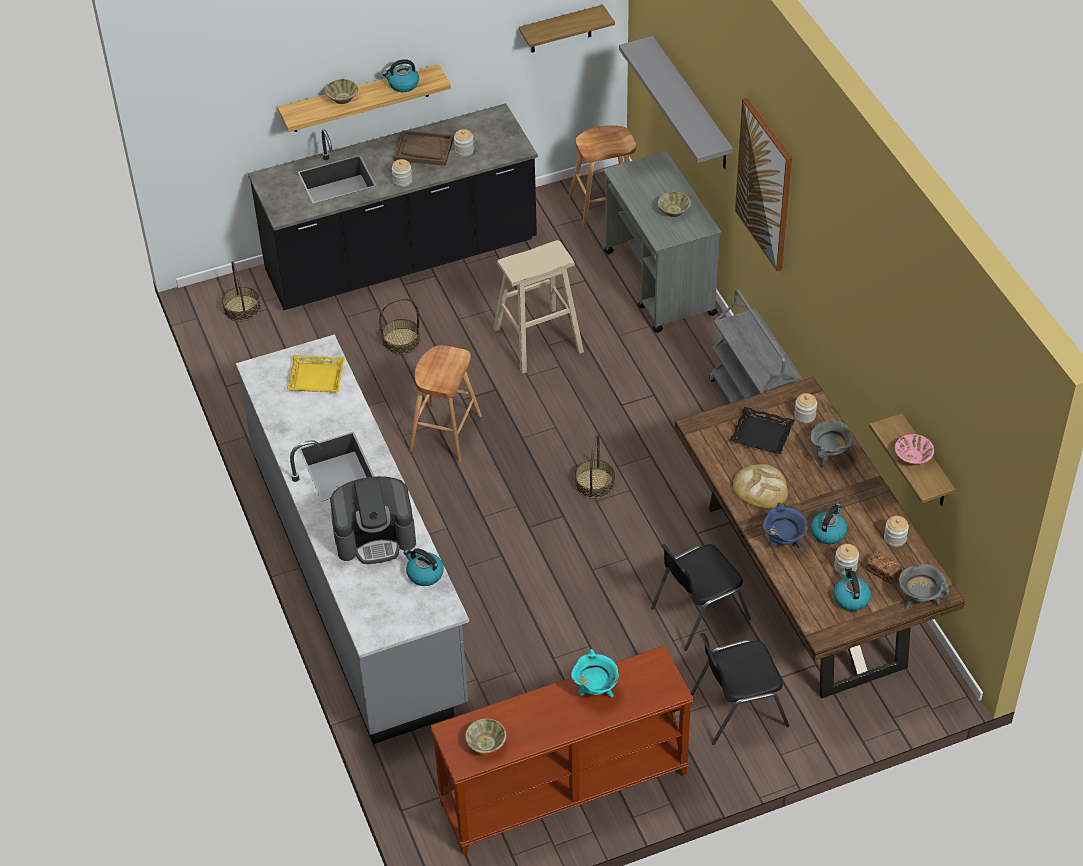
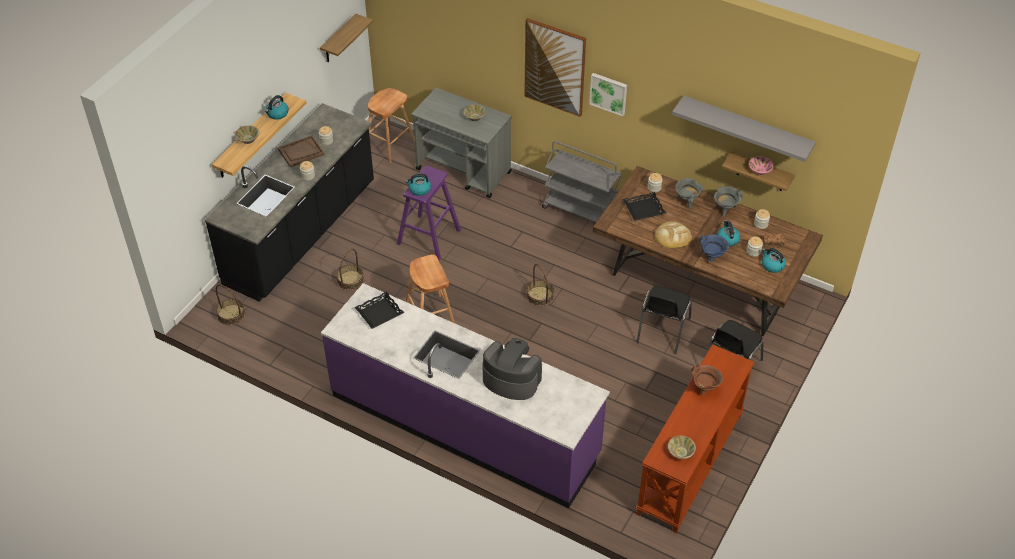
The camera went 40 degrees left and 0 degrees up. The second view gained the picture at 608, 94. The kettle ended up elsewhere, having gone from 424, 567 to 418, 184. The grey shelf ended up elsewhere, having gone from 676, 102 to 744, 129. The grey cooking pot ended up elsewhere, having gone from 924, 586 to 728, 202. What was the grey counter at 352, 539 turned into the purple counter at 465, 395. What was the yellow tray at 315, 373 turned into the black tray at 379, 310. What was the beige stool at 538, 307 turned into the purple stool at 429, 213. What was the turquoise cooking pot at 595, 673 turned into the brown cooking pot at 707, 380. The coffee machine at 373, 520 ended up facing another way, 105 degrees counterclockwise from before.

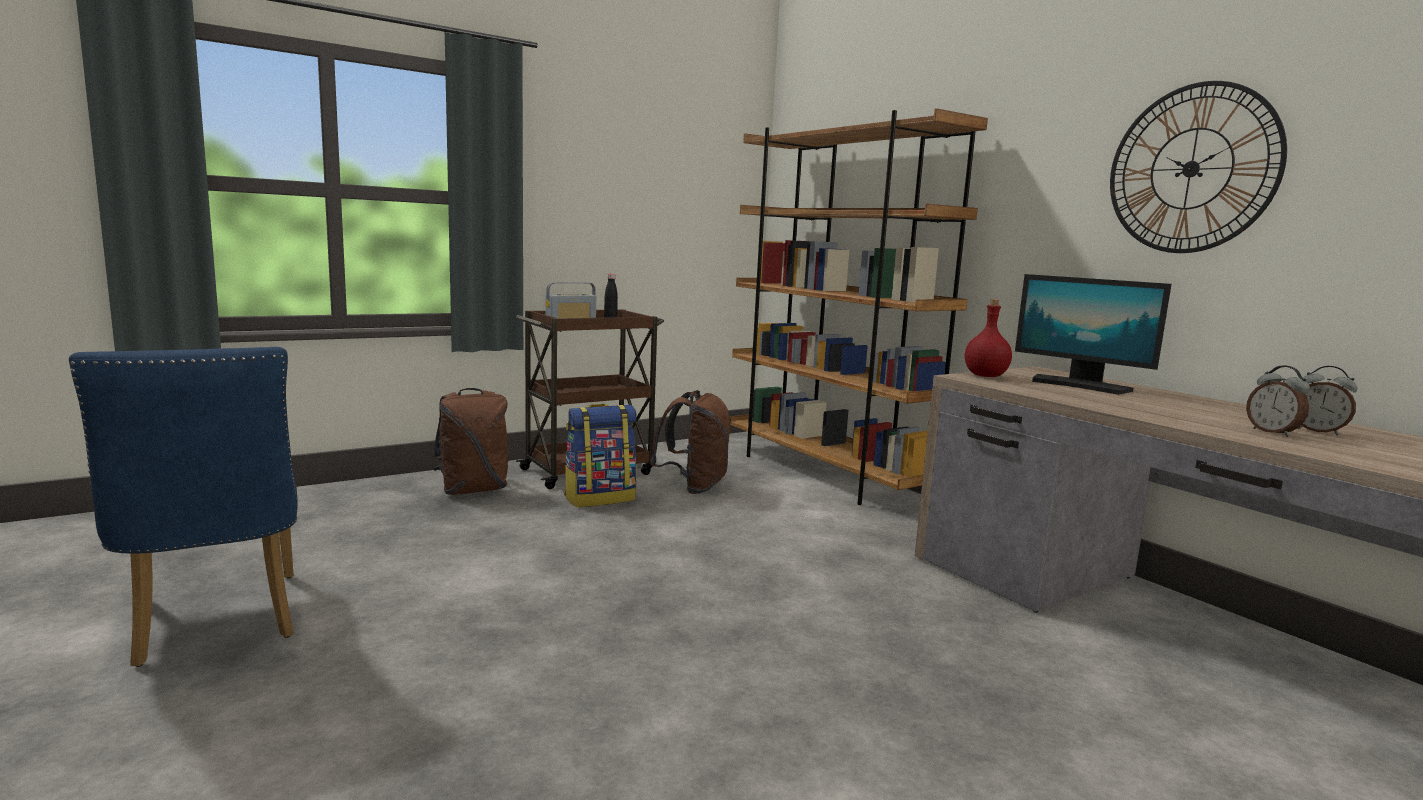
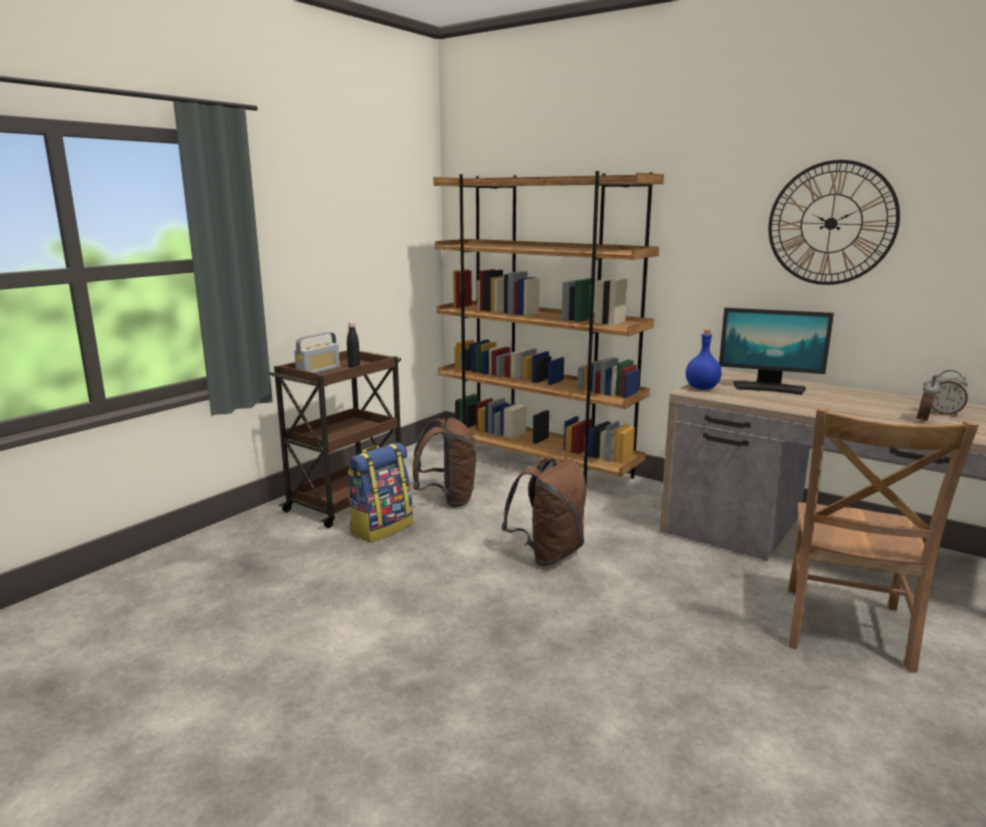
The camera went 20 degrees left and 5 degrees up. The second view lost the blue chair at 183, 507. The second view gained the brown chair at 883, 539. The brown backpack ended up elsewhere, having gone from 471, 441 to 544, 512. What was the red bottle at 988, 338 turned into the blue bottle at 704, 360. The alarm clock at 1278, 401 ended up facing another way, 75 degrees clockwise from before.

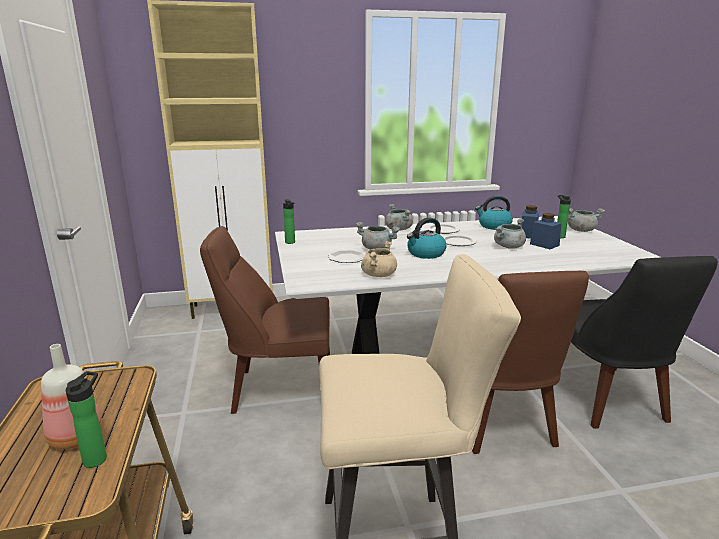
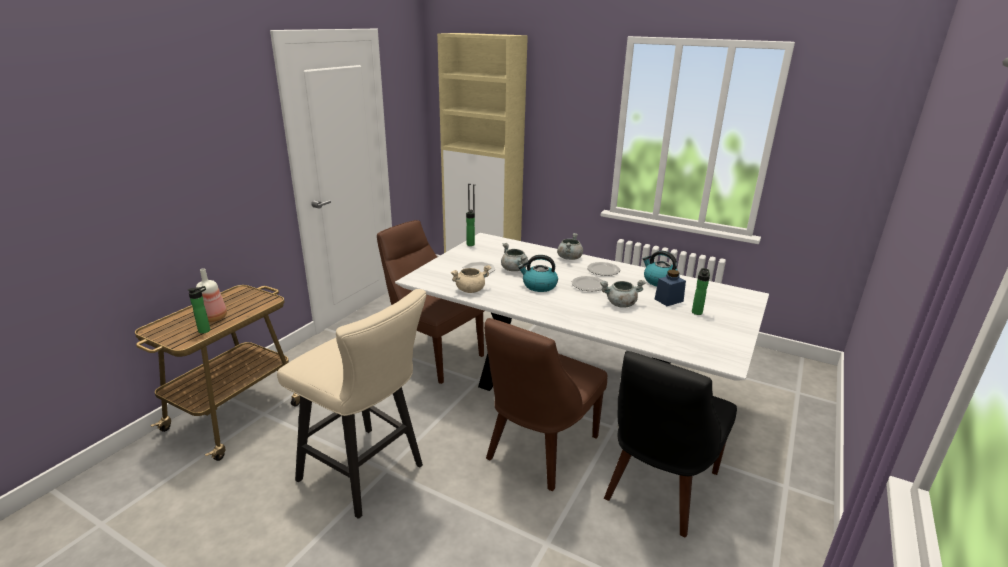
The camera went 40 degrees right and 5 degrees up. The second view lost the blue jar at 546, 231. The second view lost the grey cooking pot at 586, 220.

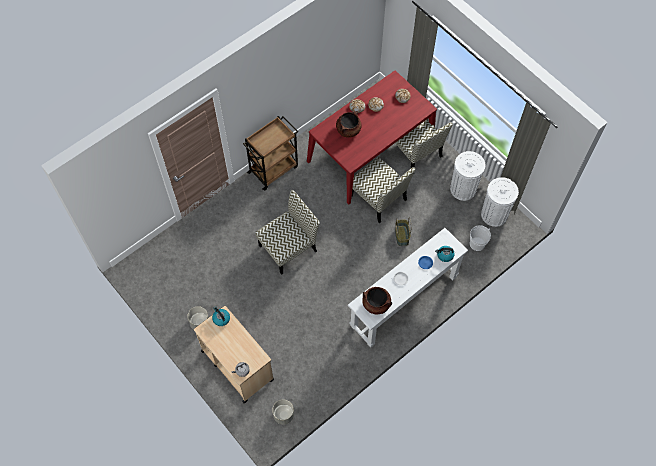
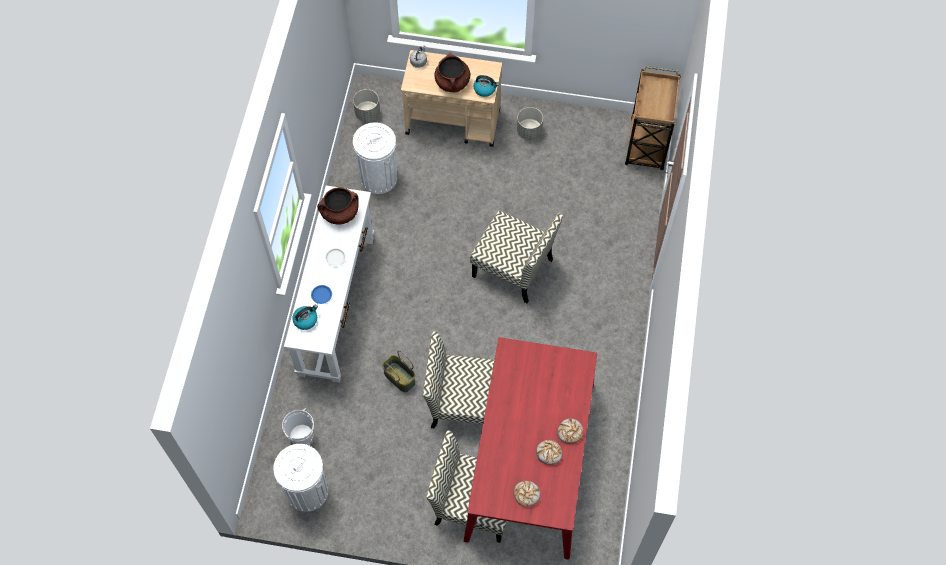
The camera went 140 degrees right and 0 degrees up. The brown cart ended up elsewhere, having gone from 270, 153 to 653, 118. The brown cooking pot ended up elsewhere, having gone from 349, 124 to 452, 72. The white trash can ended up elsewhere, having gone from 468, 176 to 375, 158. The chair at 287, 232 ended up facing another way, 75 degrees counterclockwise from before.

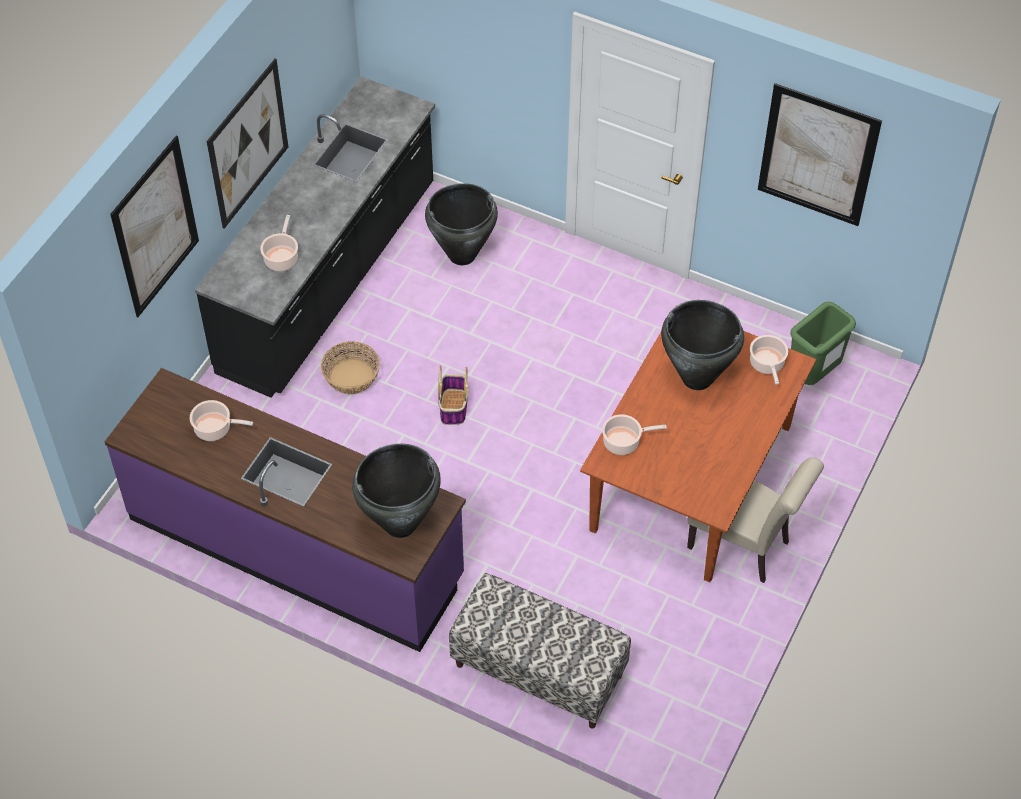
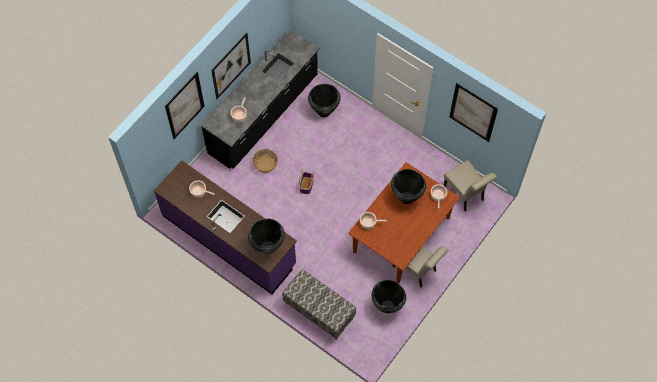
The camera went 10 degrees right and 10 degrees up. The second view gained the black vase at 389, 296. Where the green trash can stood at 823, 343, the beige chair came to stand at 470, 186.

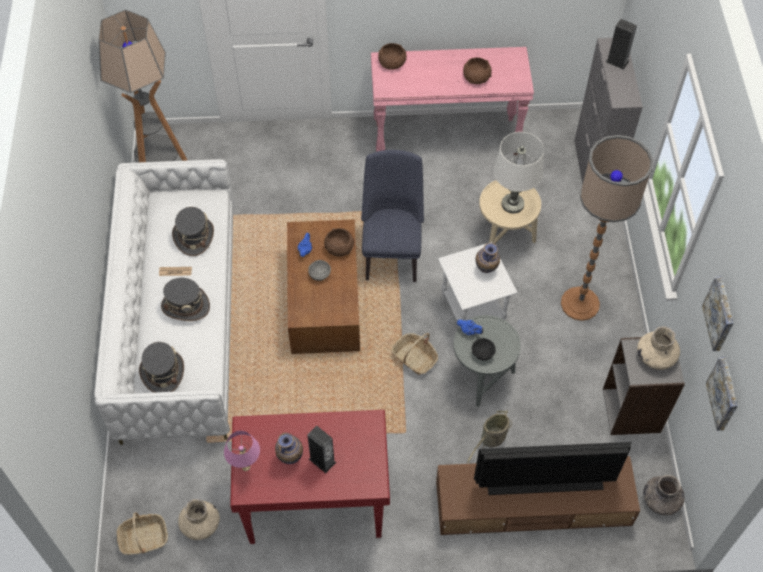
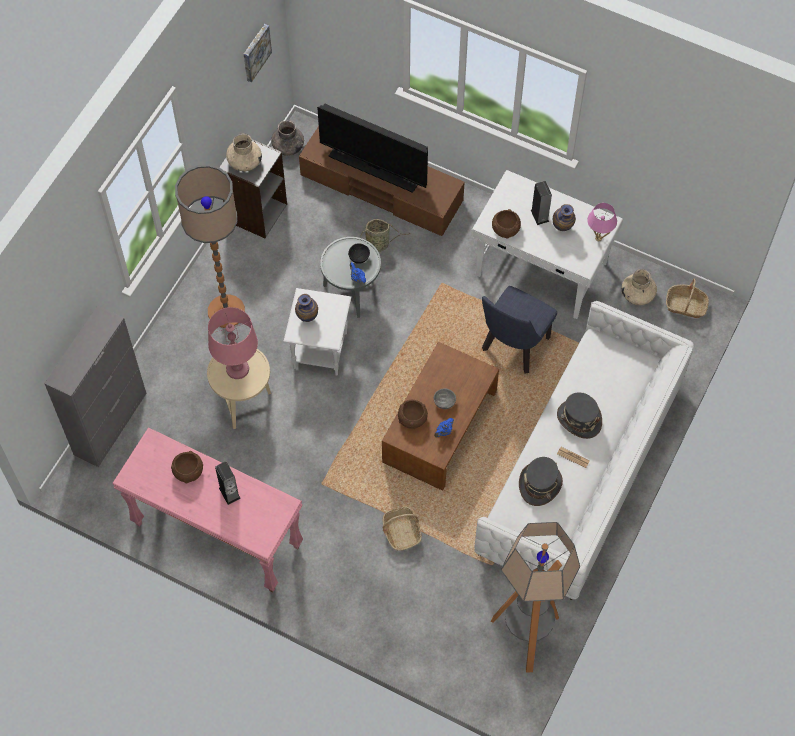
The camera went 150 degrees left and 5 degrees up. The second view lost the grey hat at 161, 367. The second view lost the picture at 718, 314. The blue chair ended up elsewhere, having gone from 392, 216 to 519, 330. The brown bowl ended up elsewhere, having gone from 392, 56 to 506, 224. The basket ended up elsewhere, having gone from 414, 354 to 402, 528. The speaker ended up elsewhere, having gone from 621, 44 to 228, 483. What was the red desk at 310, 477 turned into the white desk at 547, 244. What was the white table lamp at 519, 172 turned into the pink table lamp at 233, 343.

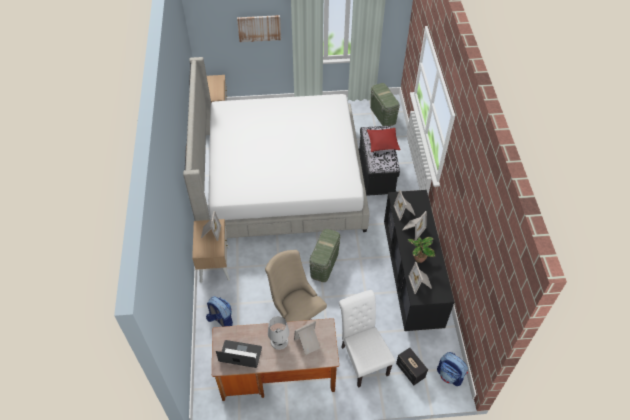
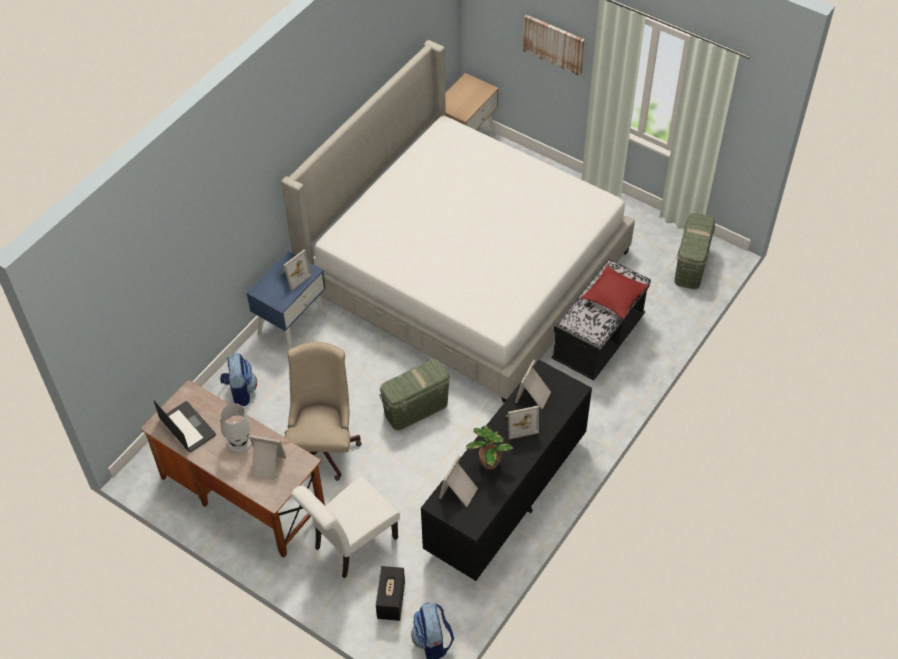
The camera went 40 degrees right and 0 degrees up. What was the beige nightstand at 211, 251 turned into the blue nightstand at 286, 300. The white chair at 367, 339 ended up facing another way, 150 degrees counterclockwise from before.

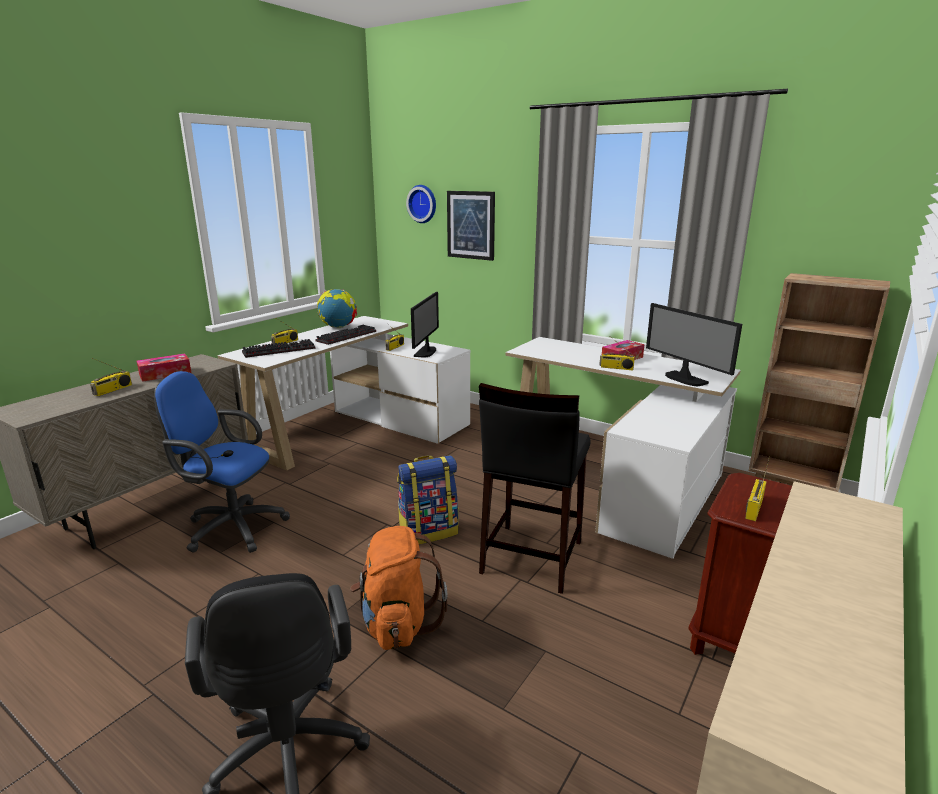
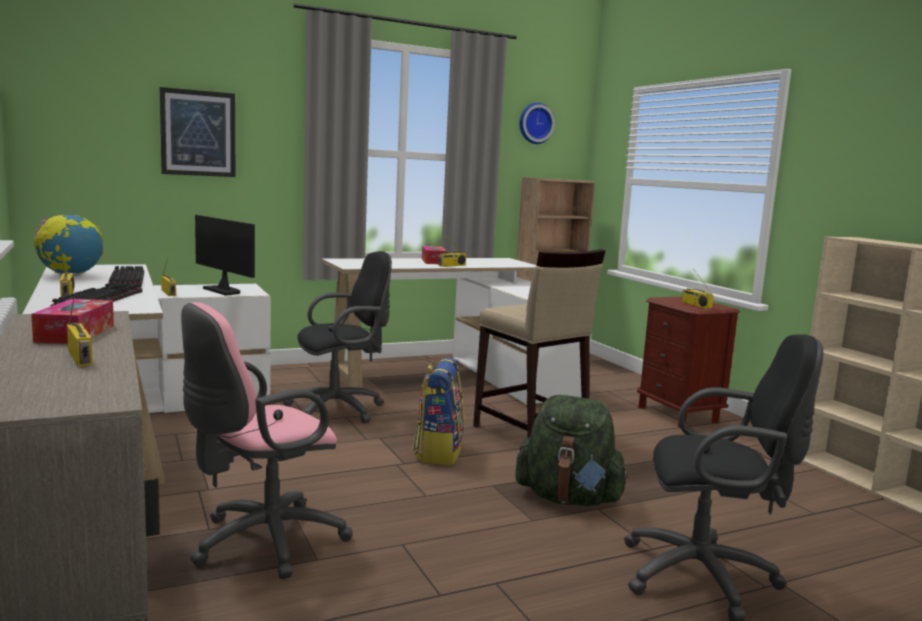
The camera went 60 degrees left and 10 degrees down. The second view lost the monitor at 694, 344. The second view gained the black office chair at 337, 337. The wall clock ended up elsewhere, having gone from 421, 204 to 537, 123. What was the blue office chair at 222, 462 turned into the pink office chair at 267, 440. What was the orange backpack at 399, 588 turned into the green backpack at 572, 450. What was the black stool at 534, 488 turned into the beige stool at 539, 343.

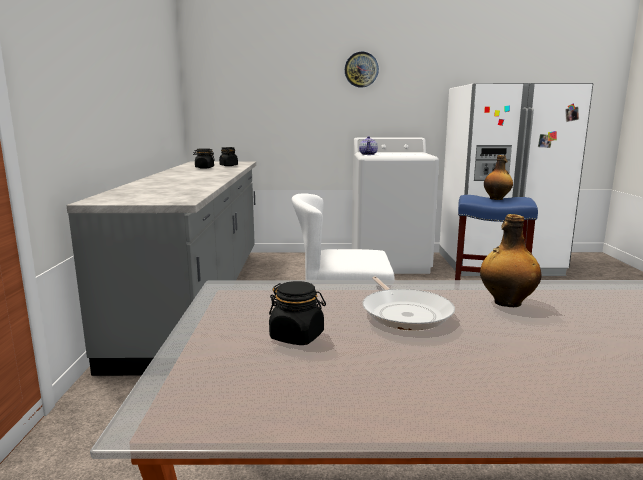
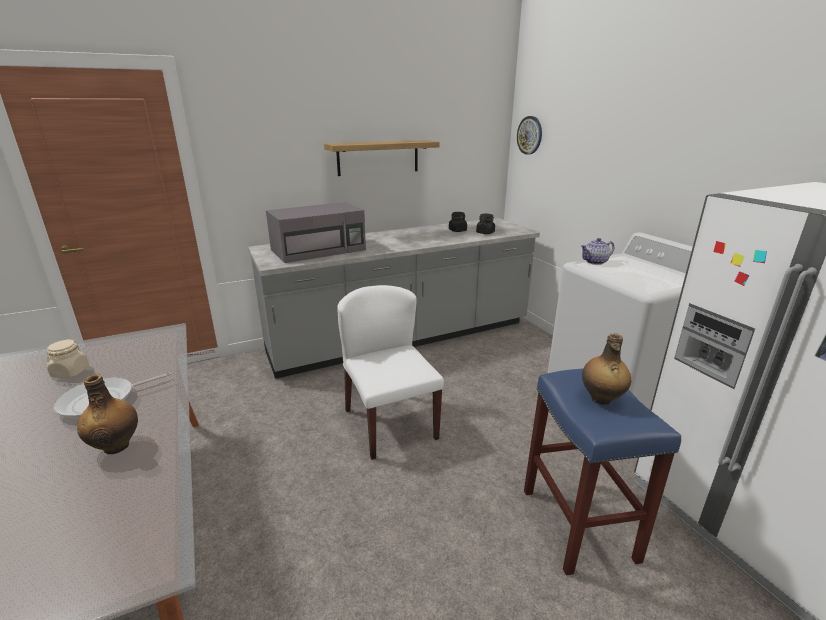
The camera went 65 degrees right and 10 degrees up. The second view gained the grey microwave at 316, 232. The second view gained the shelf at 382, 158. The wall clock ended up elsewhere, having gone from 362, 69 to 529, 135. What was the black jar at 297, 313 turned into the beige jar at 68, 358.

